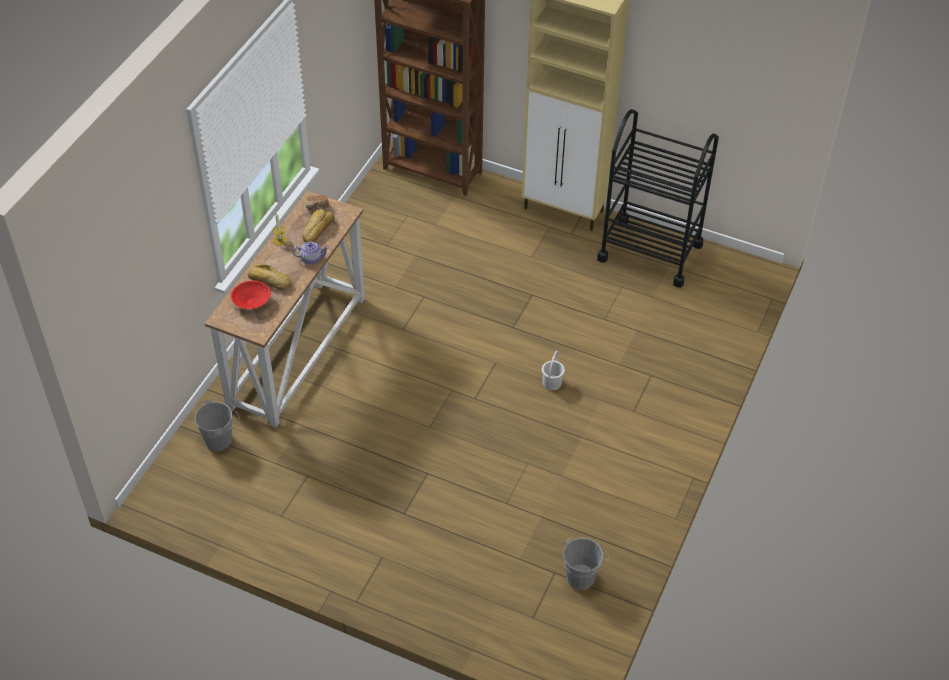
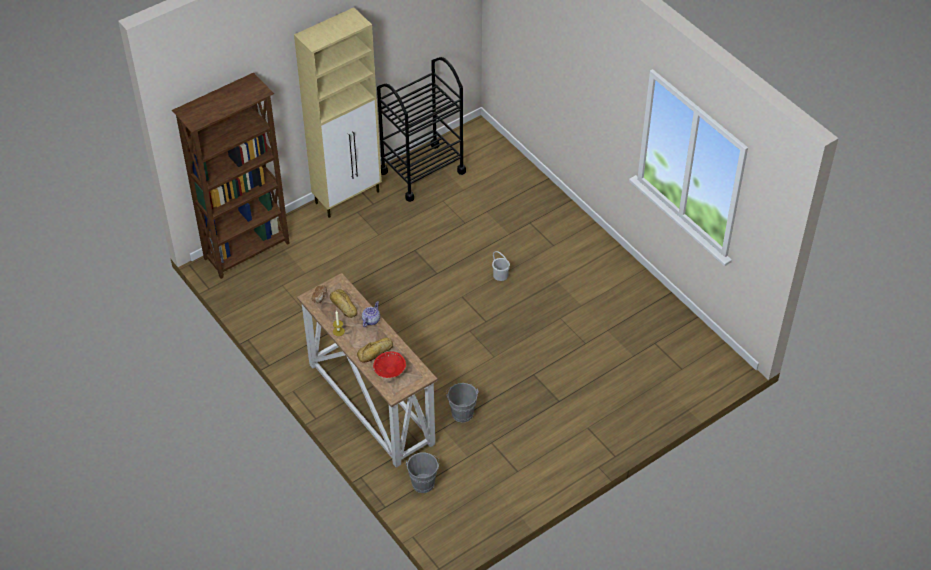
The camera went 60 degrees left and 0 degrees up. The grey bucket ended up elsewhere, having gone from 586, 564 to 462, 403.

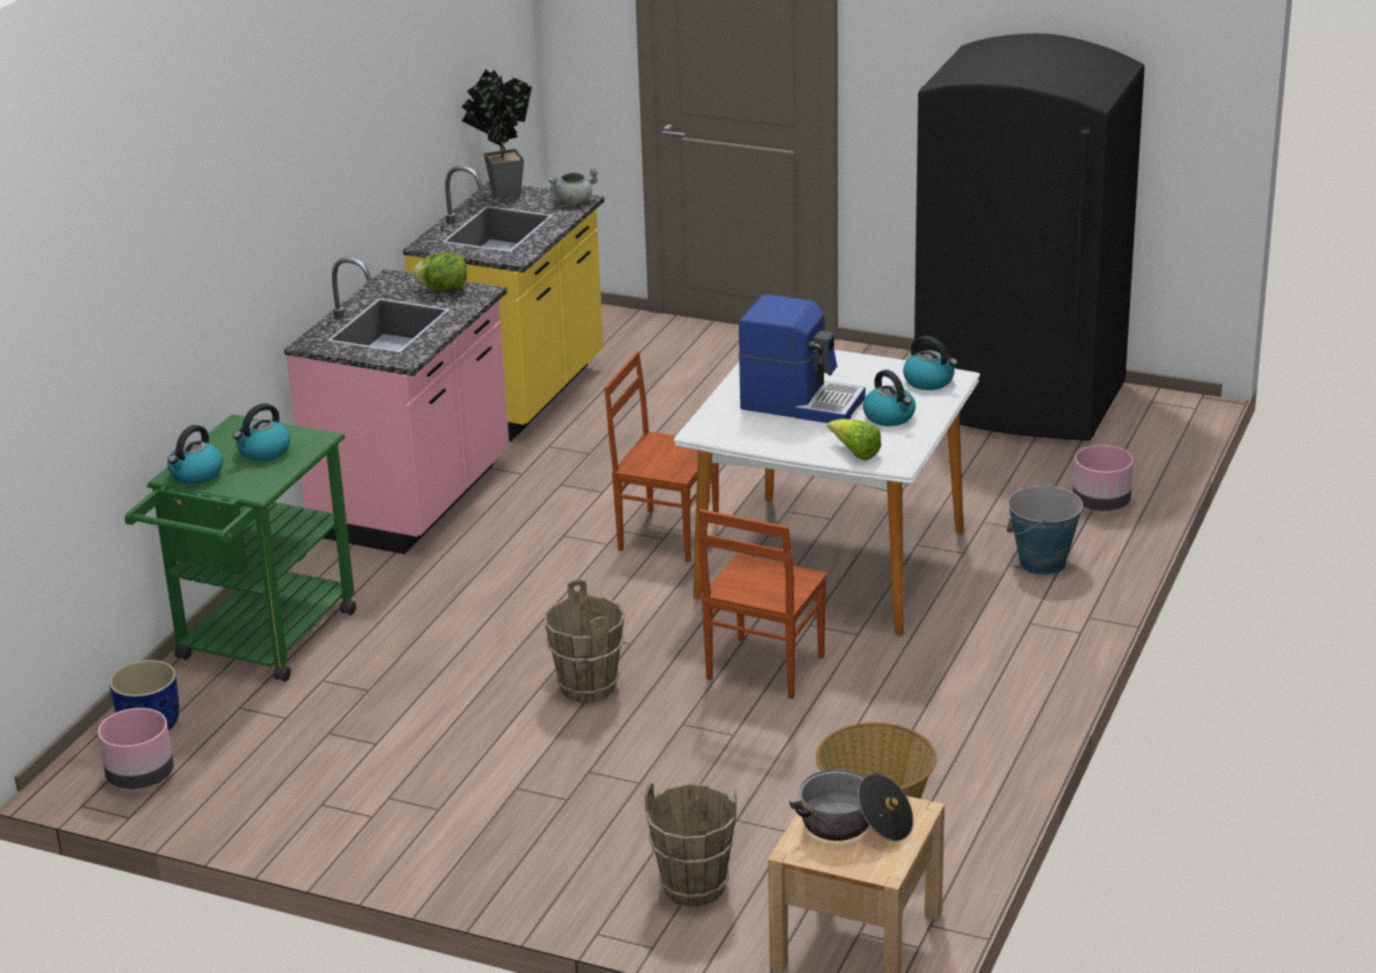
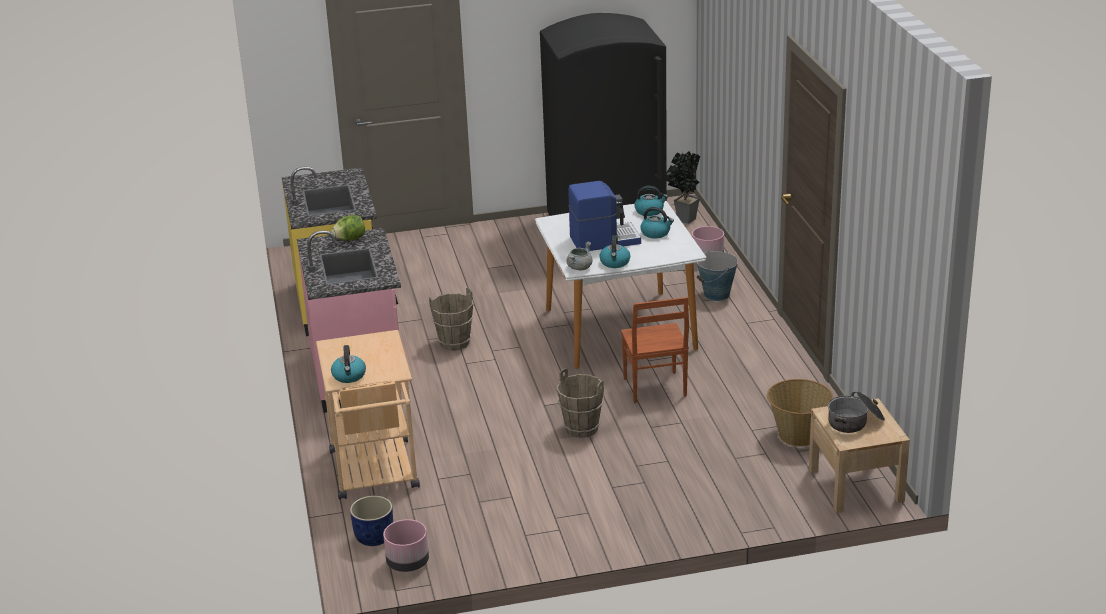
The camera went 35 degrees left and 0 degrees up. The second view lost the brown chair at 661, 456. The second view lost the lettuce at 854, 440. The kettle ended up elsewhere, having gone from 261, 432 to 615, 251. The potted plant ended up elsewhere, having gone from 496, 134 to 683, 187. The grey cooking pot ended up elsewhere, having gone from 573, 186 to 579, 255. The brown bucket ended up elsewhere, having gone from 691, 845 to 451, 319. What was the green cart at 240, 548 turned into the beige cart at 368, 415.

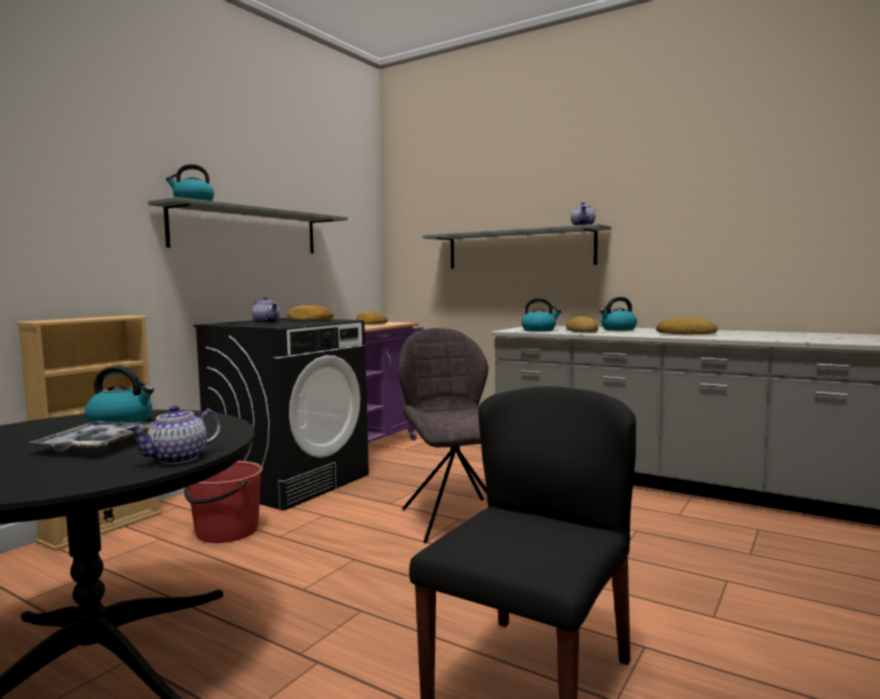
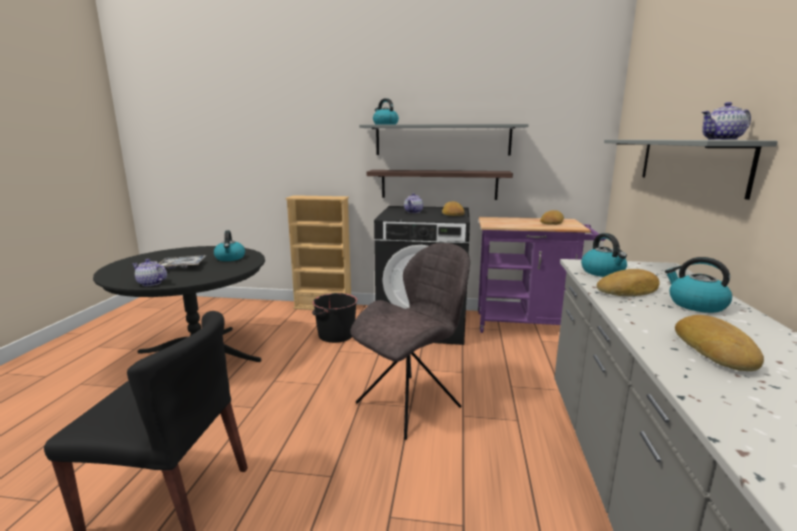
The camera went 65 degrees right and 10 degrees up. The second view gained the shelf at 440, 185. What was the red bucket at 223, 502 turned into the black bucket at 334, 318.

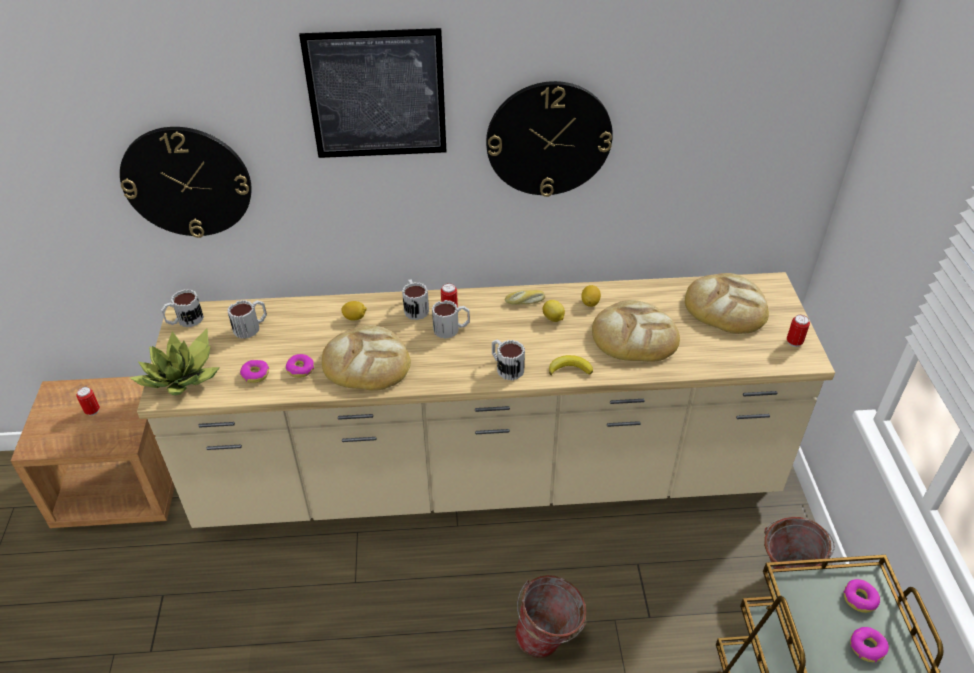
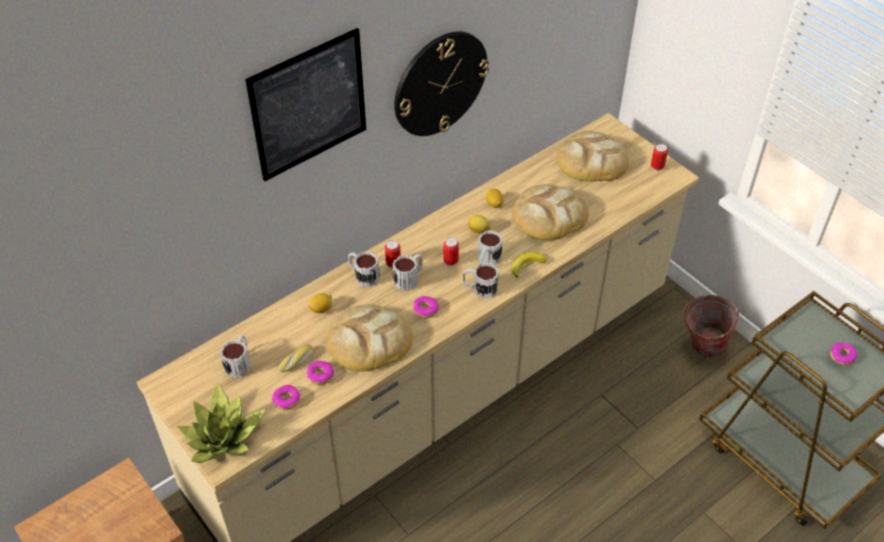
The camera went 35 degrees left and 5 degrees up. The second view lost the wall clock at 186, 182. The second view lost the bucket at 550, 616. The can ended up elsewhere, having gone from 88, 401 to 451, 252. The mug ended up elsewhere, having gone from 182, 308 to 490, 247. The bread ended up elsewhere, having gone from 525, 297 to 296, 358. The donut ended up elsewhere, having gone from 862, 596 to 426, 307.

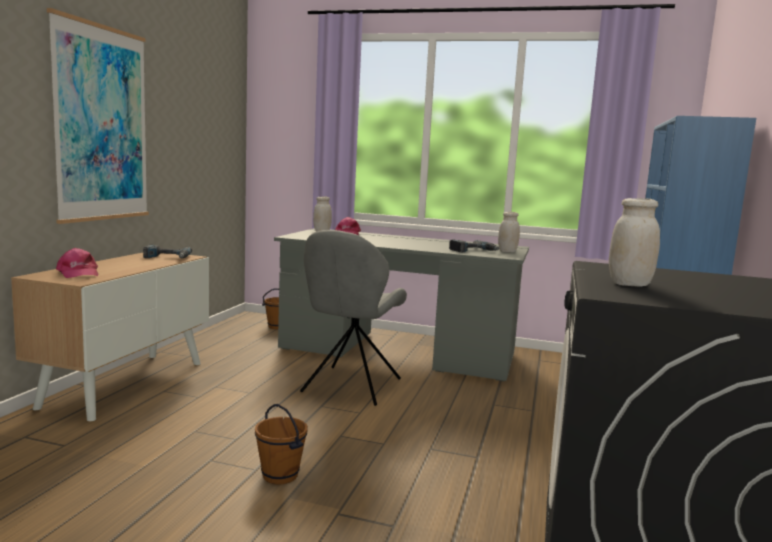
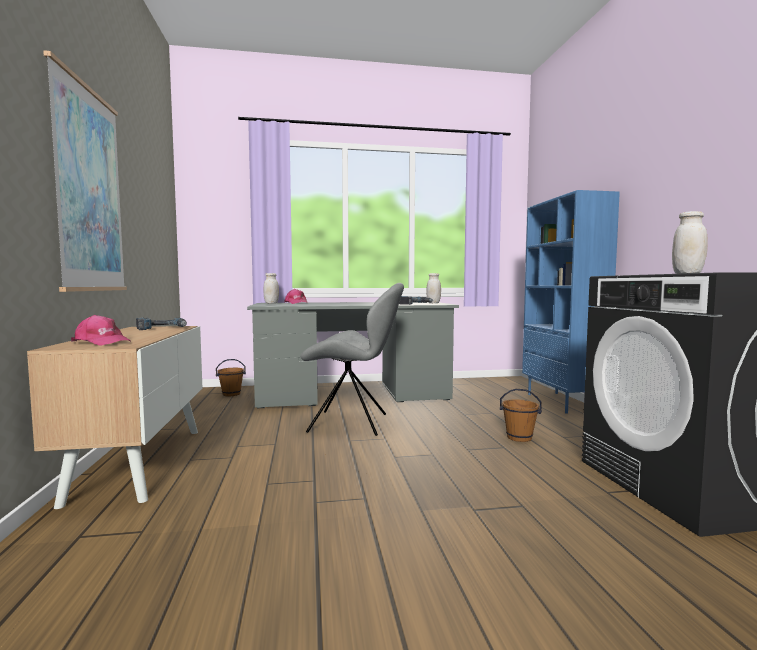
The camera went 25 degrees left and 5 degrees down. The brown bucket ended up elsewhere, having gone from 281, 444 to 521, 415. The grey chair at 353, 318 ended up facing another way, 75 degrees counterclockwise from before.

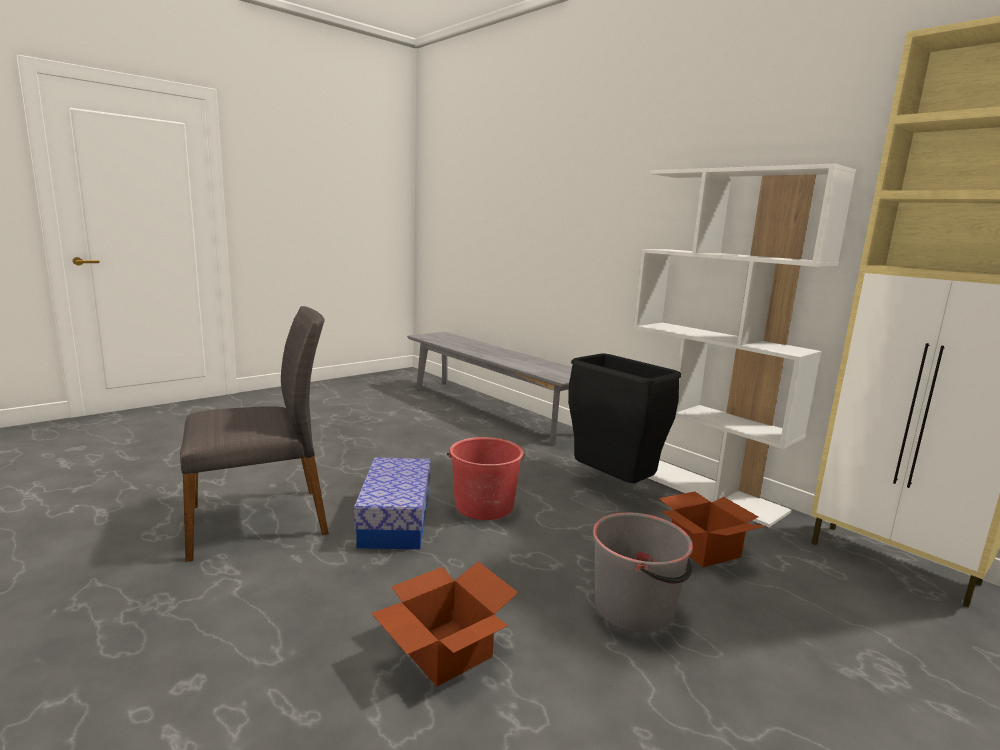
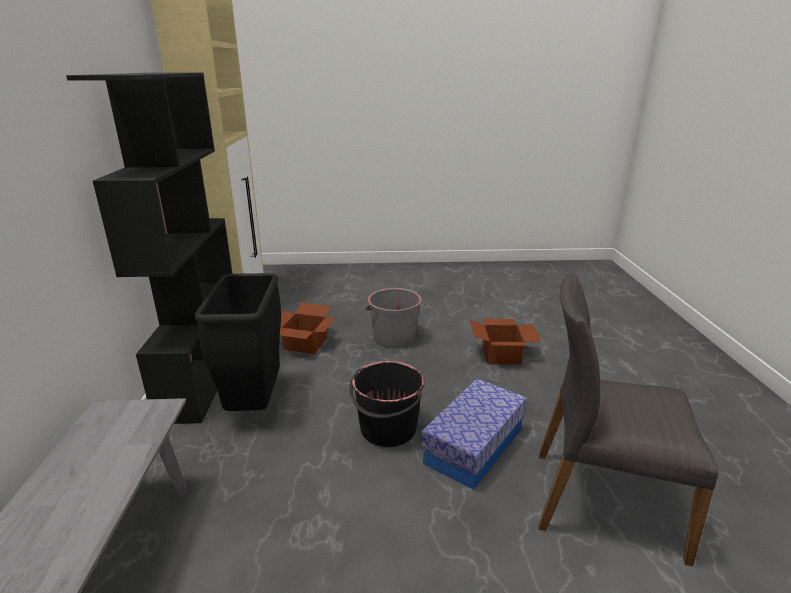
The camera went 140 degrees left and 10 degrees up. What was the red bucket at 486, 478 turned into the black bucket at 387, 404. What was the white bookcase at 745, 345 turned into the black bookcase at 149, 248.

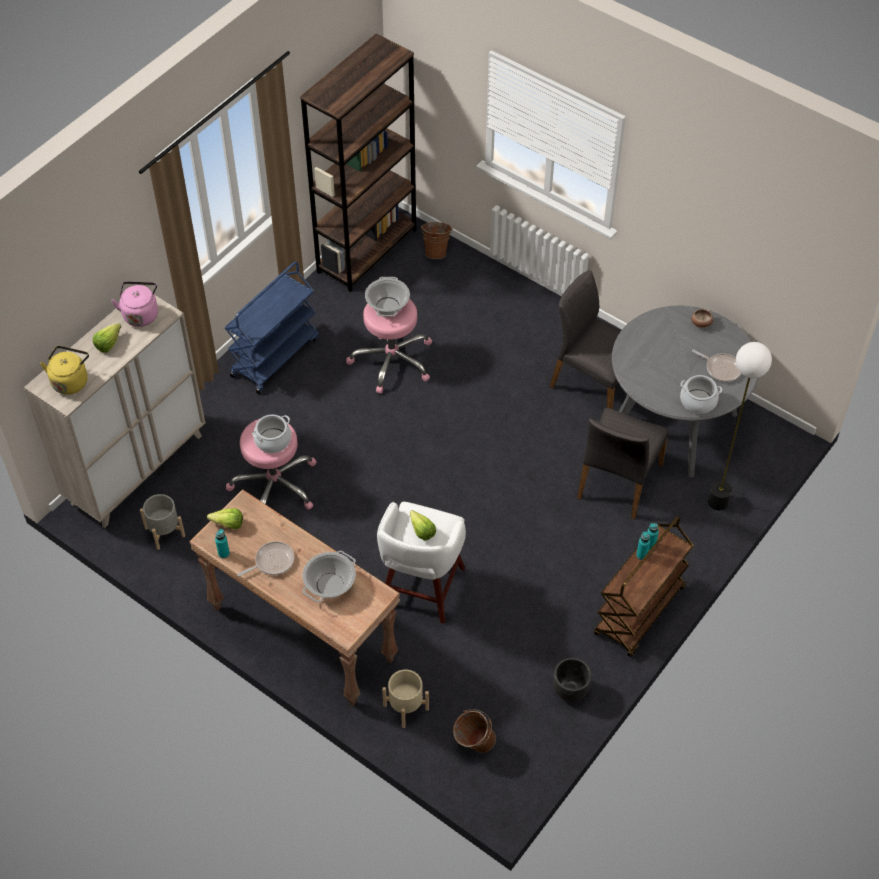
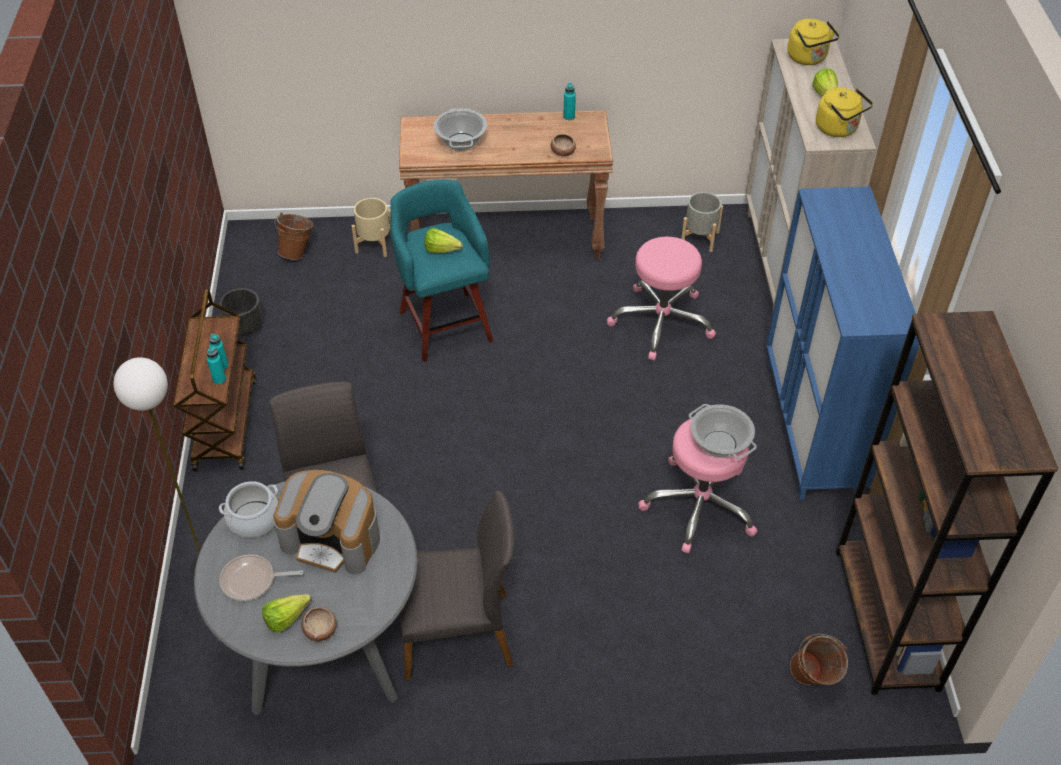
The camera went 140 degrees right and 5 degrees down. The second view lost the frying pan at 266, 558. The second view lost the cooking pot at 271, 434. The second view gained the coffee machine at 326, 522. The second view gained the bowl at 563, 145. The lettuce ended up elsewhere, having gone from 225, 518 to 286, 613. Where the blue cart stood at 272, 327, the blue cabinet came to stand at 842, 342. What was the pink kettle at 134, 304 turned into the yellow kettle at 844, 112. What was the white stool at 421, 563 turned into the turquoise stool at 441, 271.

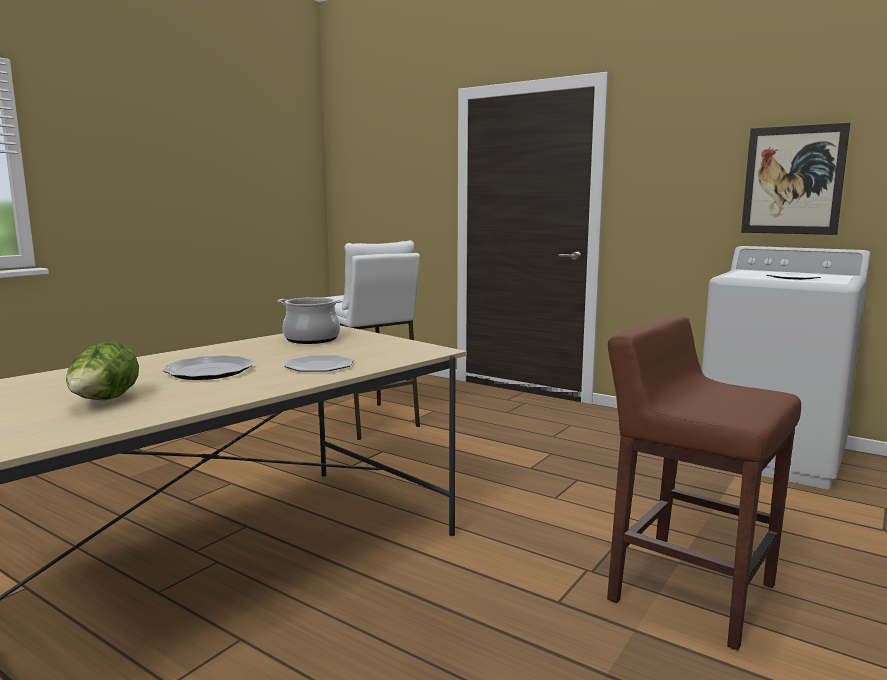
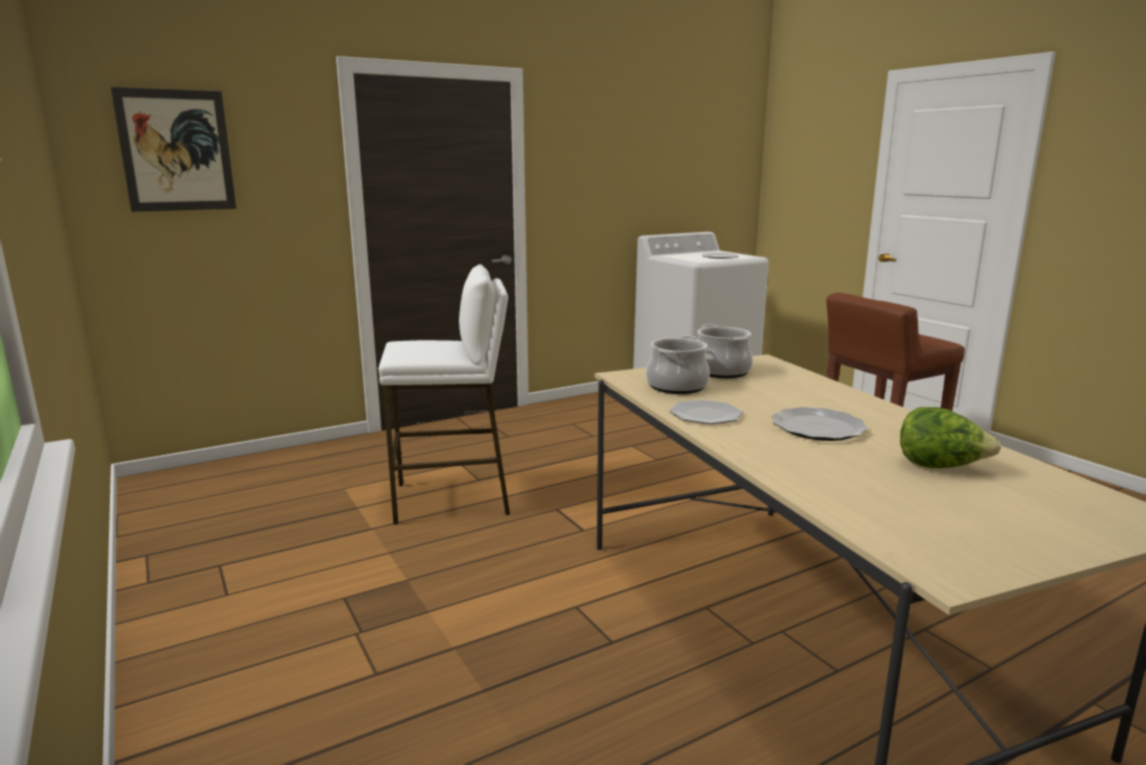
The camera went 65 degrees left and 5 degrees up. The second view gained the cooking pot at 725, 351. The plate ended up elsewhere, having gone from 318, 363 to 706, 412. The picture ended up elsewhere, having gone from 795, 179 to 173, 149.

